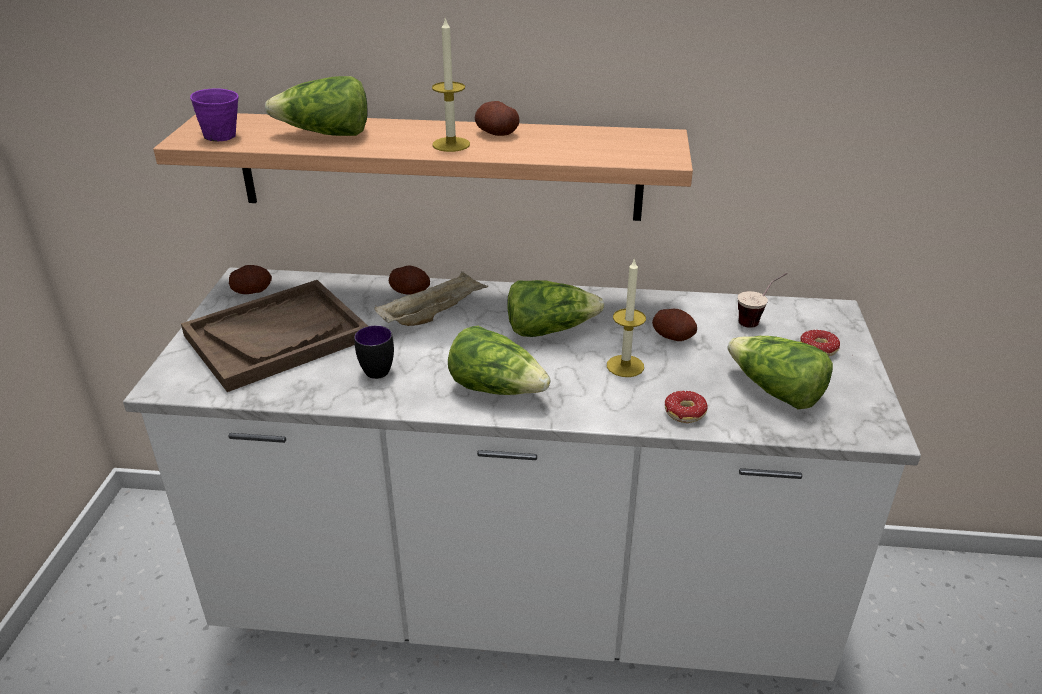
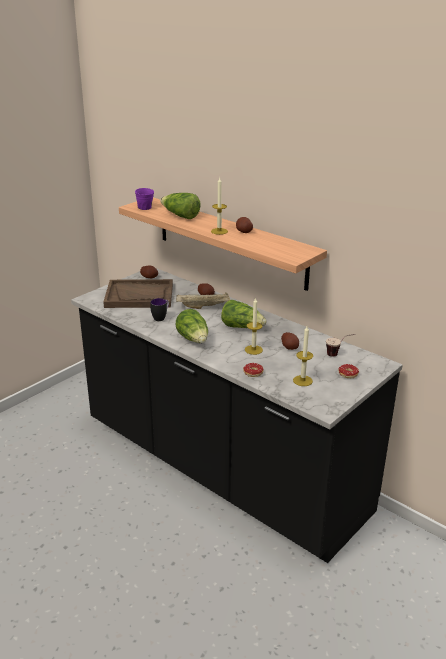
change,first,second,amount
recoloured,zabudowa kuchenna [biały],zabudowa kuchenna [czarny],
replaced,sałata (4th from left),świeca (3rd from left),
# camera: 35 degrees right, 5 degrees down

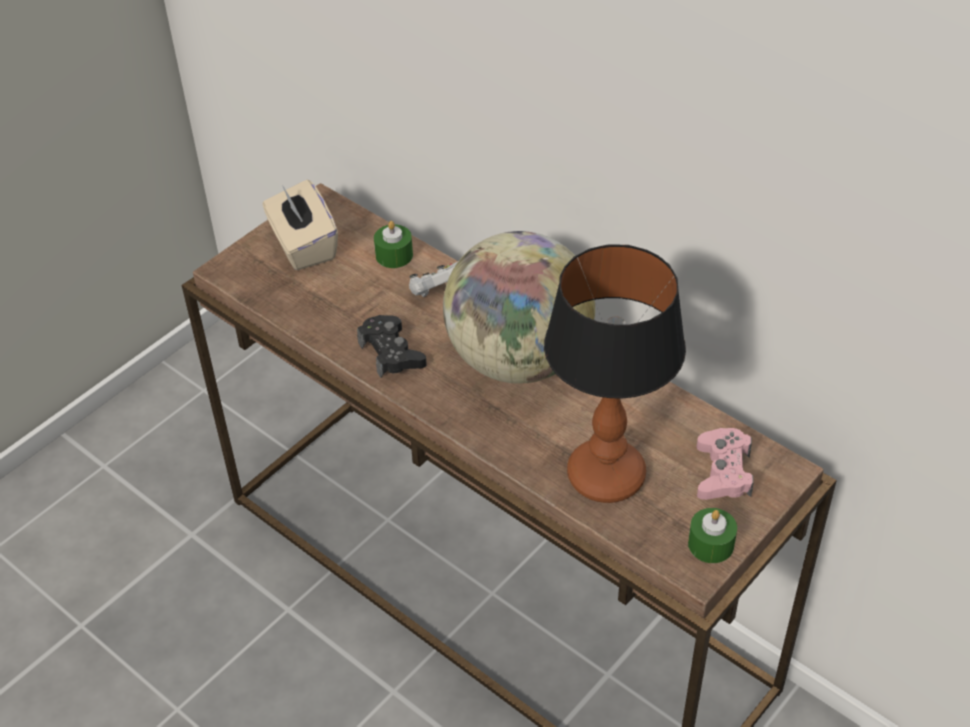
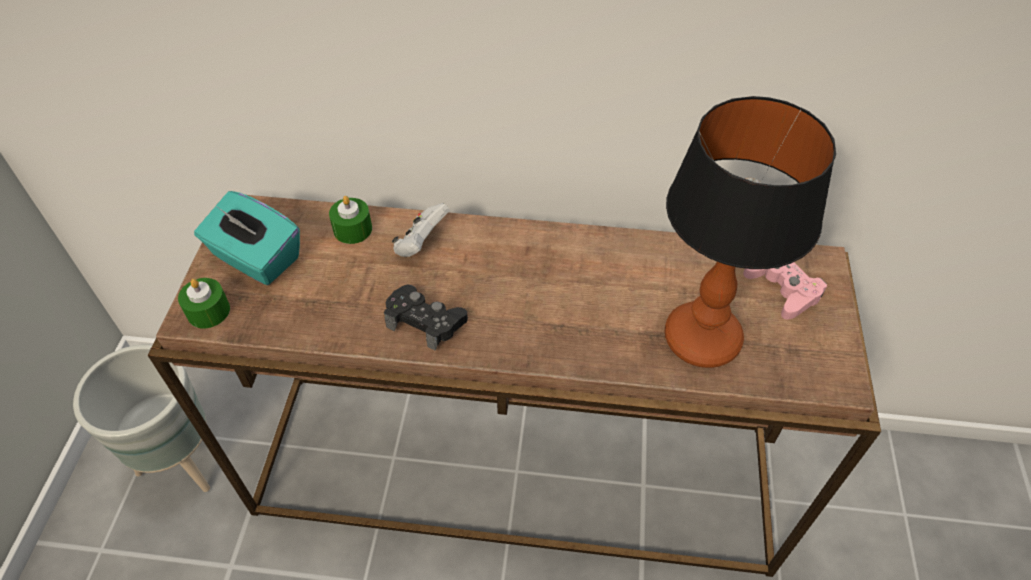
change,first,second,amount
added,,donica [szary],
moved,świeca [zielony] (2nd from left in the first image),świeca [zielony] (1st from left),
recoloured,pudełko chusteczek [beżowy],pudełko chusteczek [turkusowy],
removed,globus,,
# camera: 35 degrees left, 5 degrees up

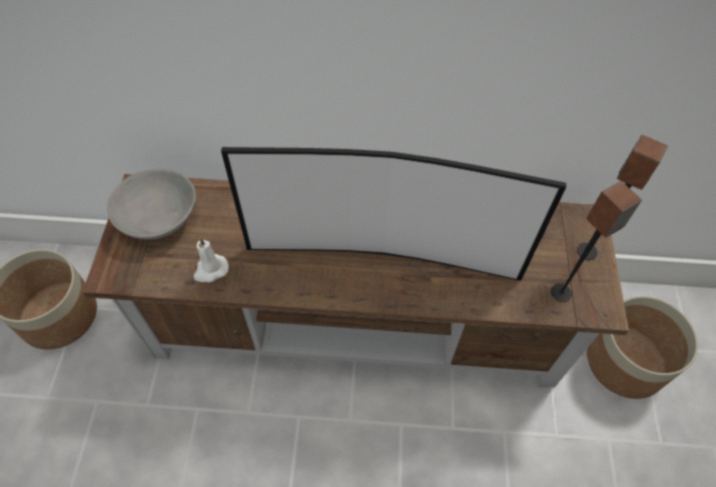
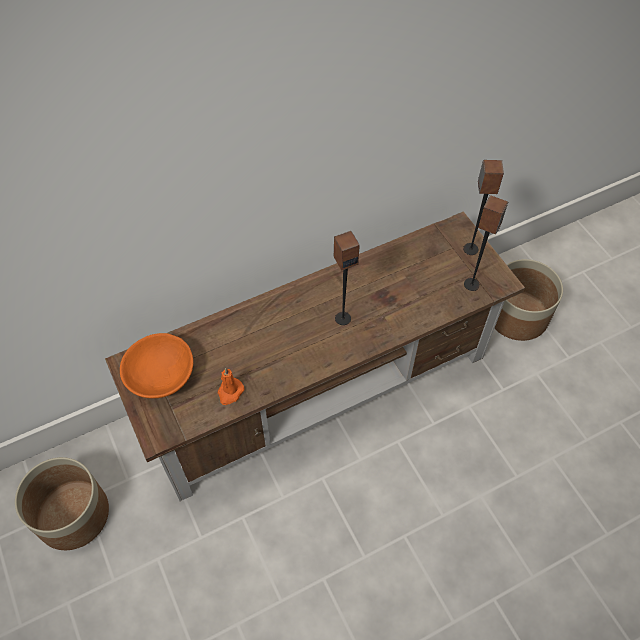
change,first,second,amount
recoloured,miska [szary],miska [pomarańczowy],
recoloured,świeca [biały],świeca [pomarańczowy],
replaced,telewizor,głośnik (1st from left),
# camera: 30 degrees left, 0 degrees up

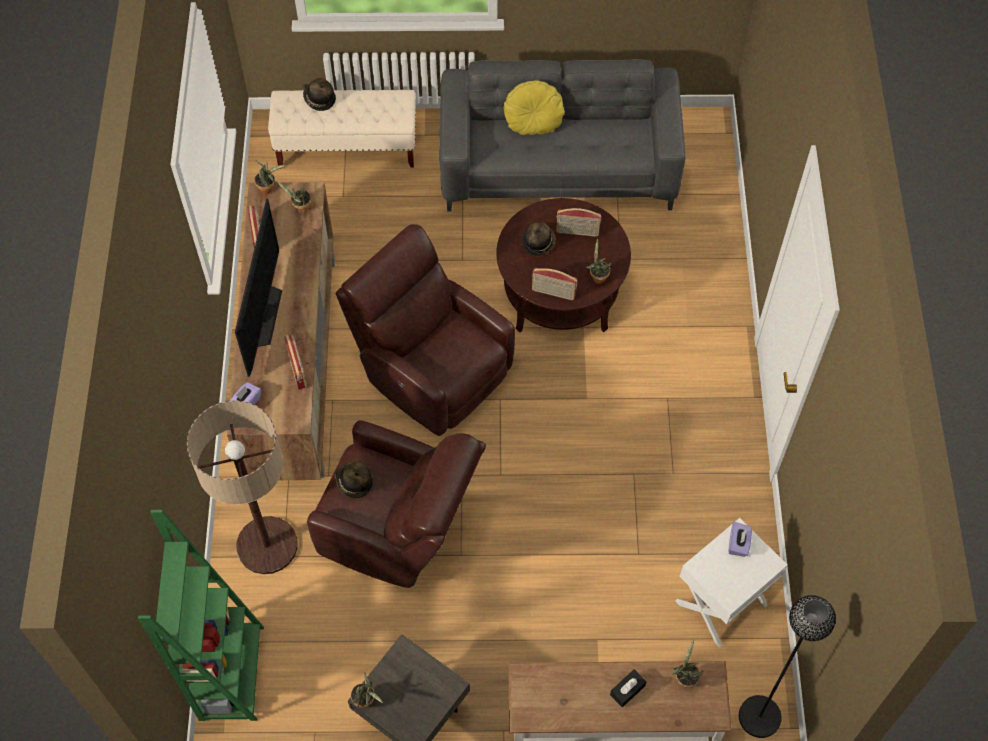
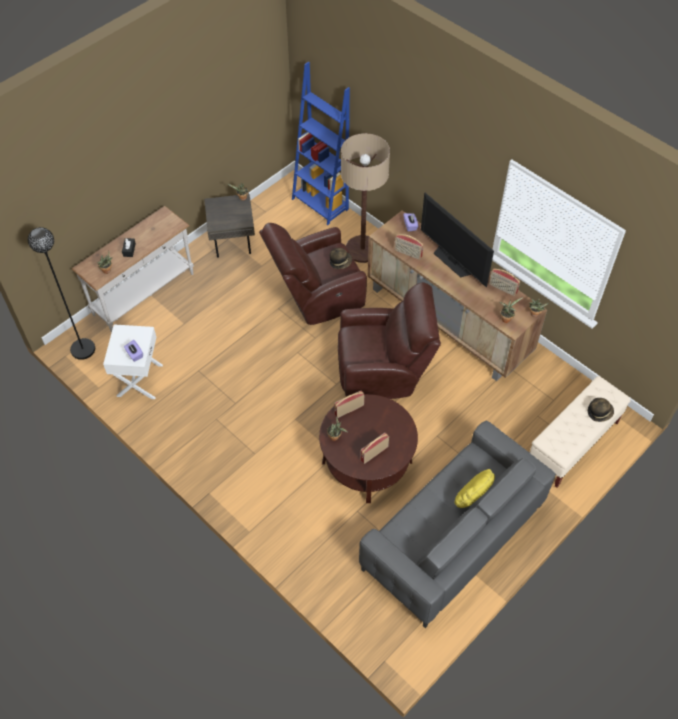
change,first,second,amount
recoloured,regał [zielony],regał [niebieski],
removed,kapelusz (3rd from left),,
# camera: 135 degrees right, 5 degrees down

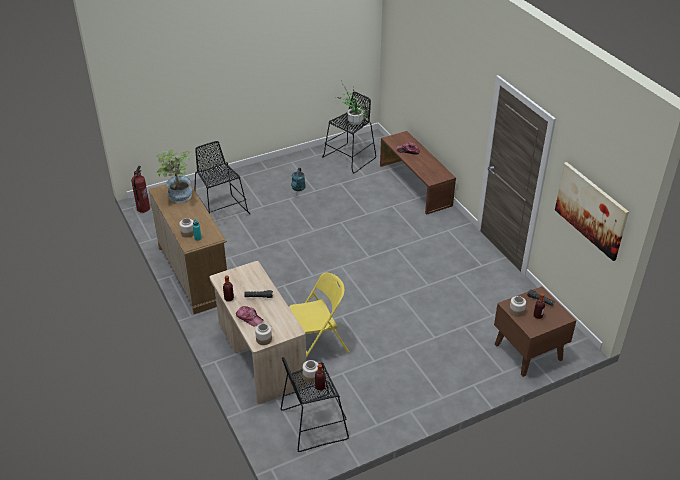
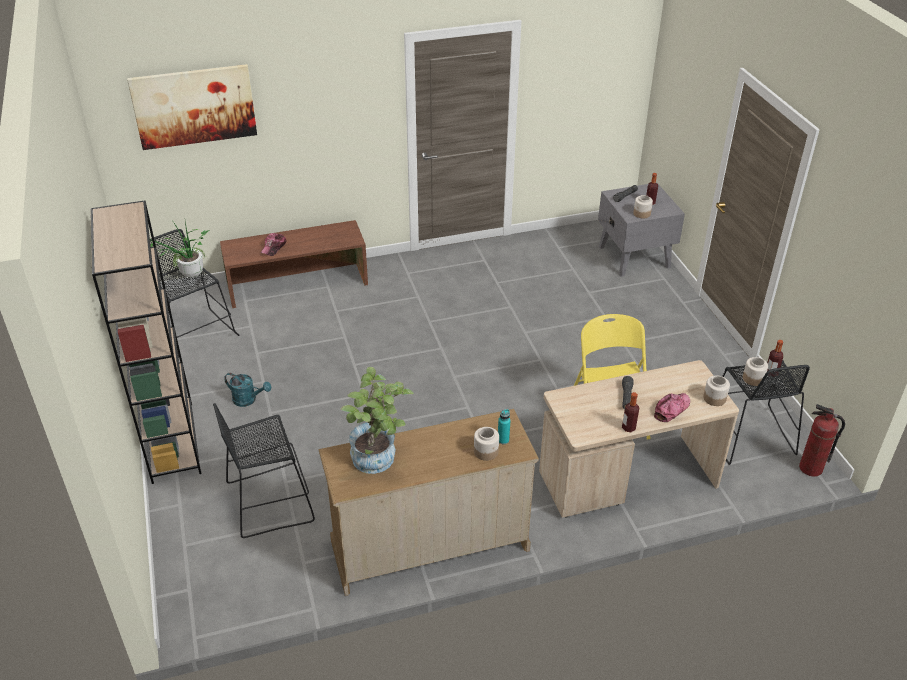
change,first,second,amount
added,,regał [beżowy],
moved,obraz,,
recoloured,szafka nocna [brązowy],szafka nocna [szary],
moved,gaśnica,,
# camera: 80 degrees left, 0 degrees up

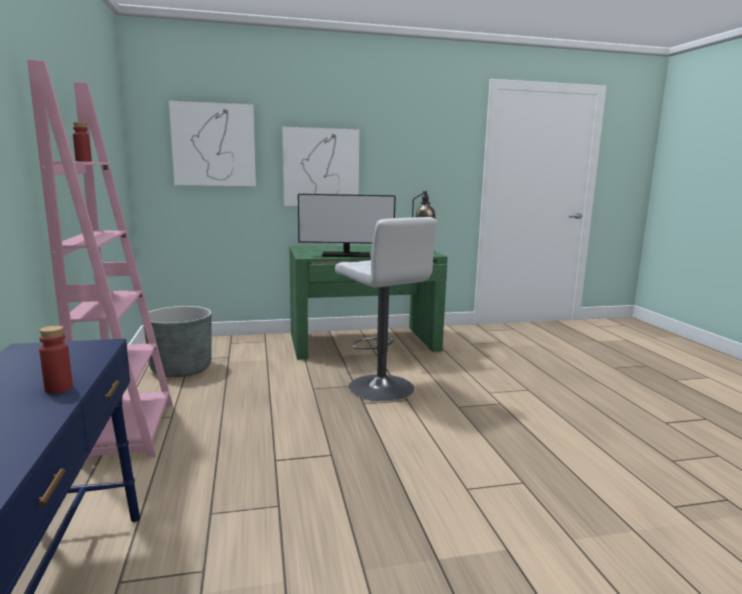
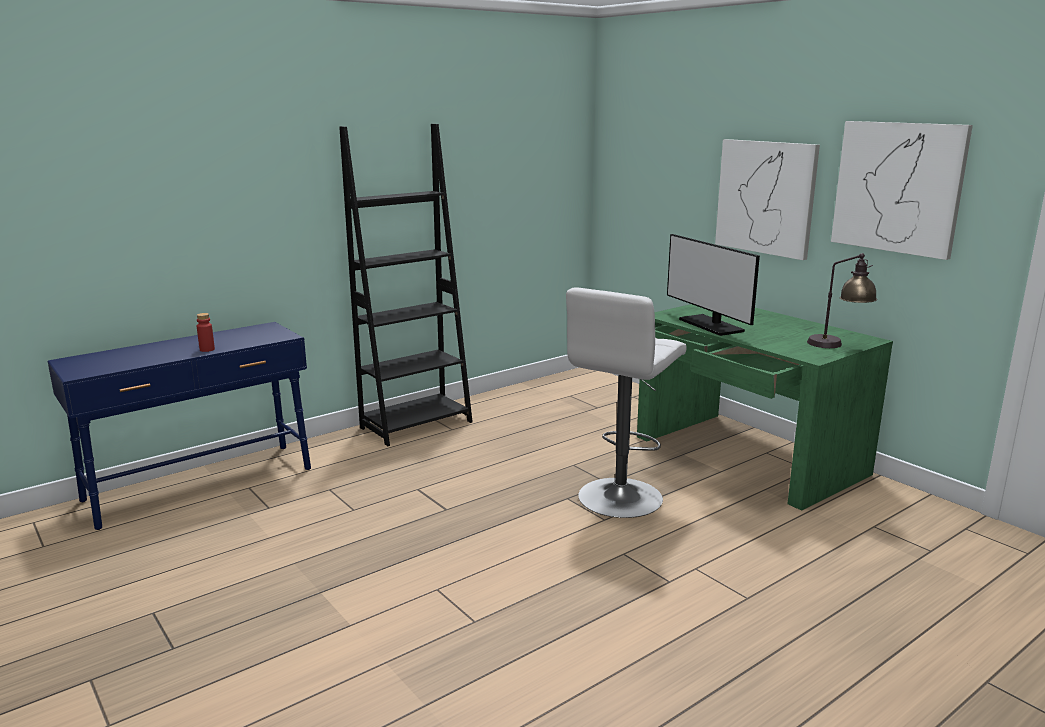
change,first,second,amount
recoloured,regał [różowy],regał [czarny],
moved,obraz (1st from left in the first image),obraz (2nd from left),
removed,butelka [czerwony] (2nd from left),,
removed,donica [szary],,
# camera: 65 degrees right, 5 degrees up

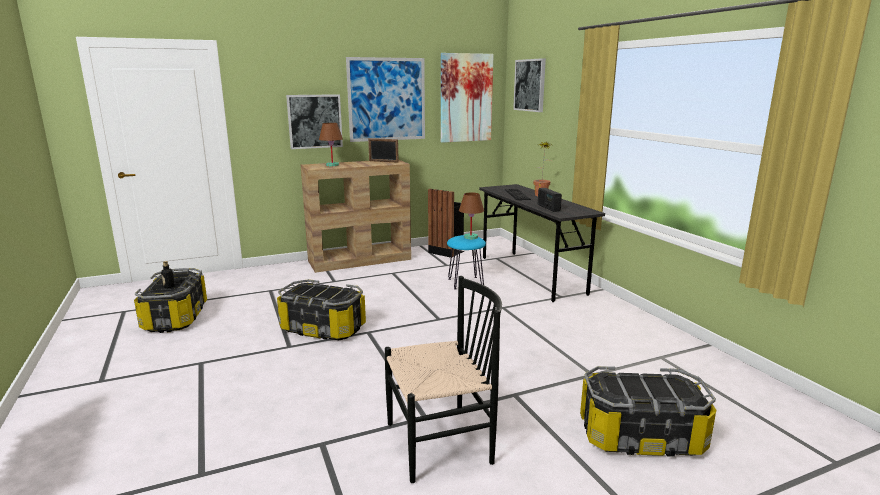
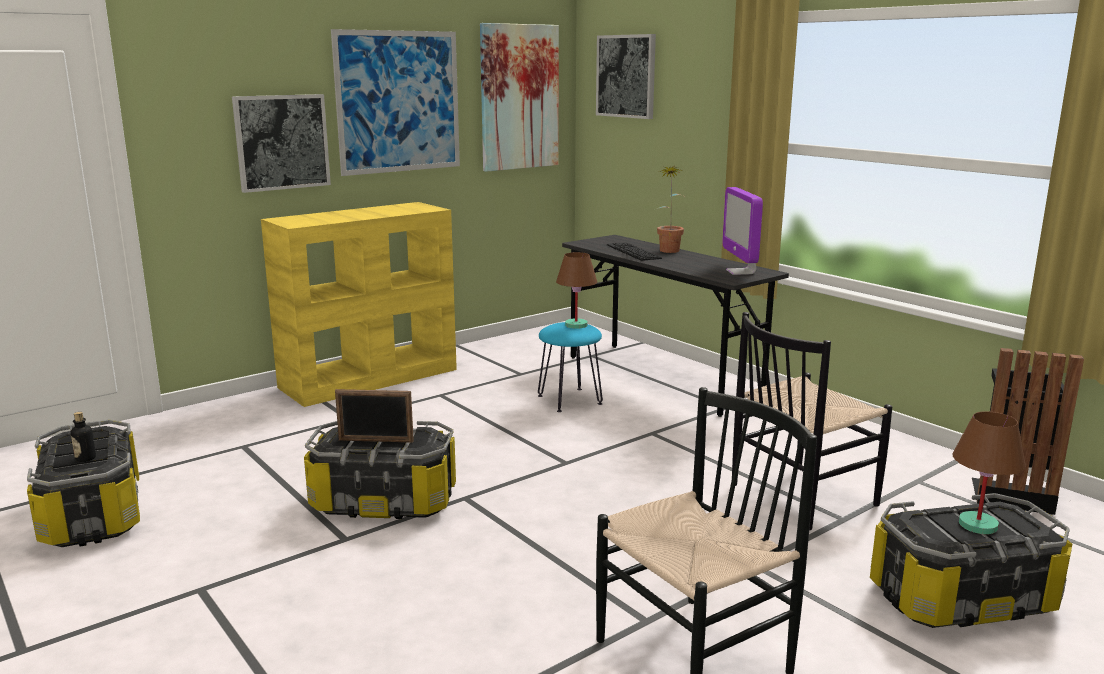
change,first,second,amount
recoloured,regał [brązowy],regał [żółty],
moved,ramka na zdjęcie,,
added,,monitor,
added,,krzesło [czarny] (2nd from left),
moved,lampa stołowa [brązowy] (1st from left in the first image),lampa stołowa [brązowy] (2nd from left),
moved,kosz na śmieci [czarny],,
removed,radio,,
# camera: 15 degrees left, 0 degrees up

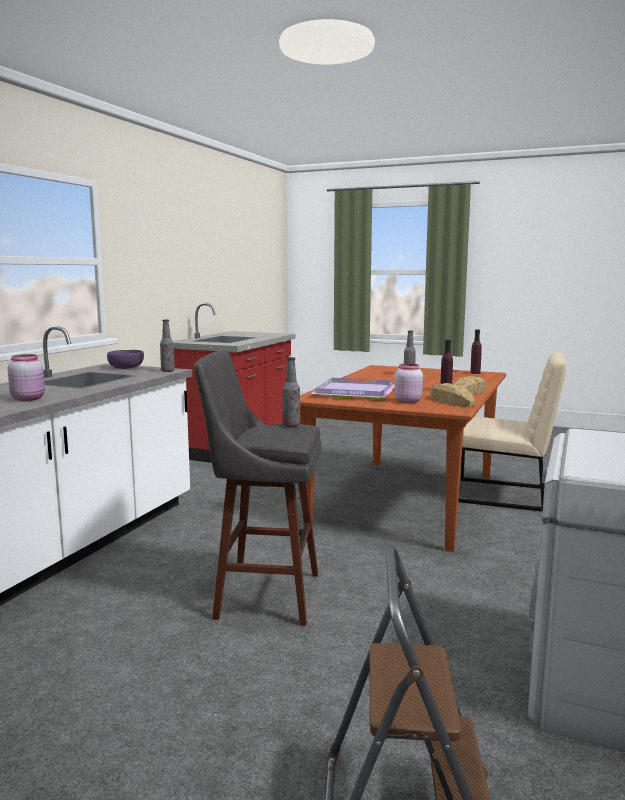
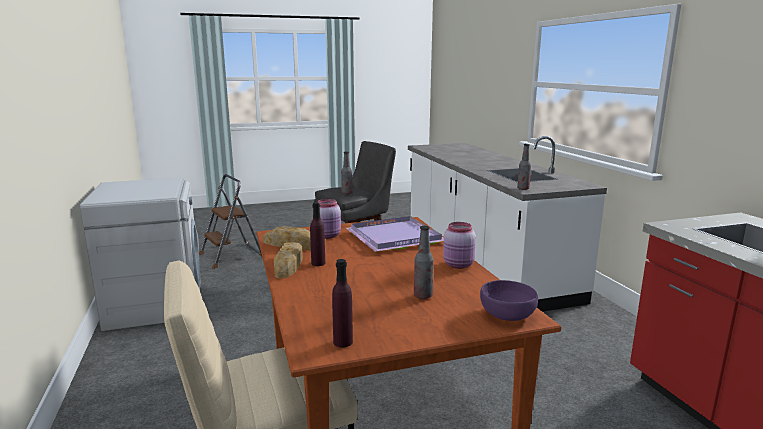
change,first,second,amount
moved,słoik [różowy] (1st from left in the first image),słoik [różowy] (2nd from left),
moved,miska [fioletowy],,
# camera: 140 degrees right, 5 degrees up

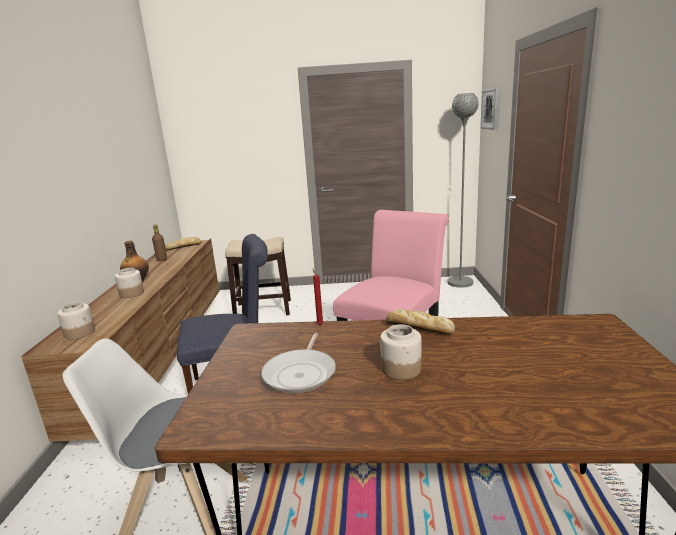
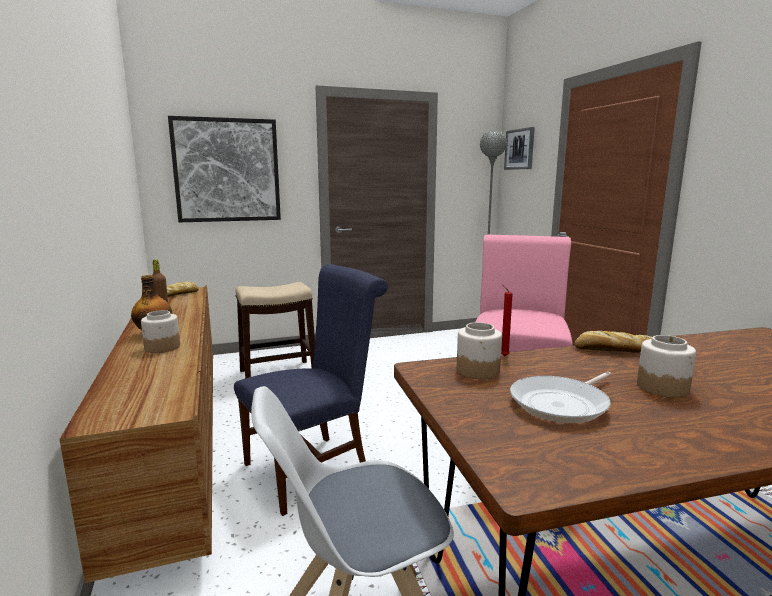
change,first,second,amount
added,,obraz (1st from left),
moved,słoik (1st from left in the first image),słoik (2nd from left),
turned,patelnia,,60 degrees clockwise
# camera: 20 degrees left, 5 degrees down

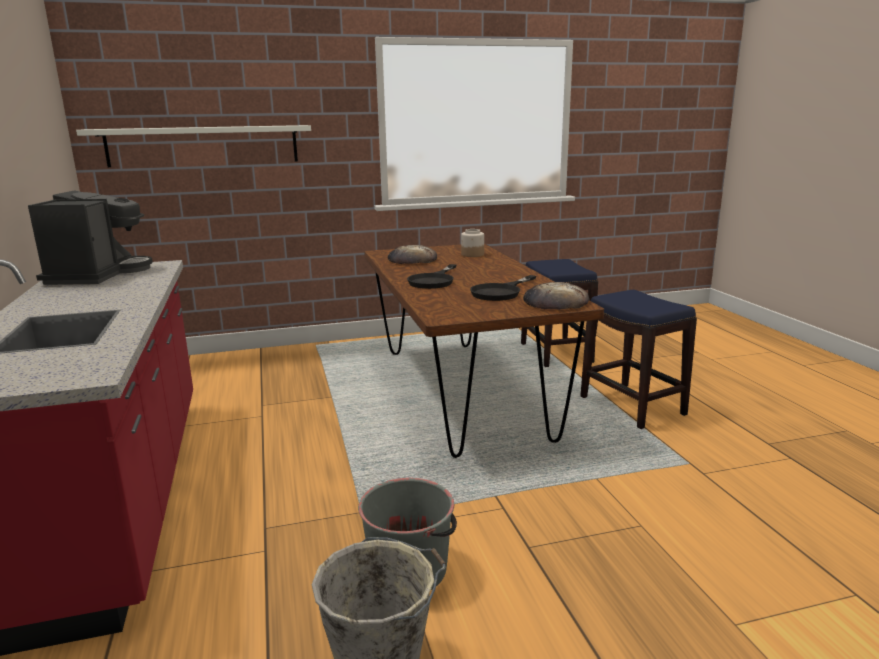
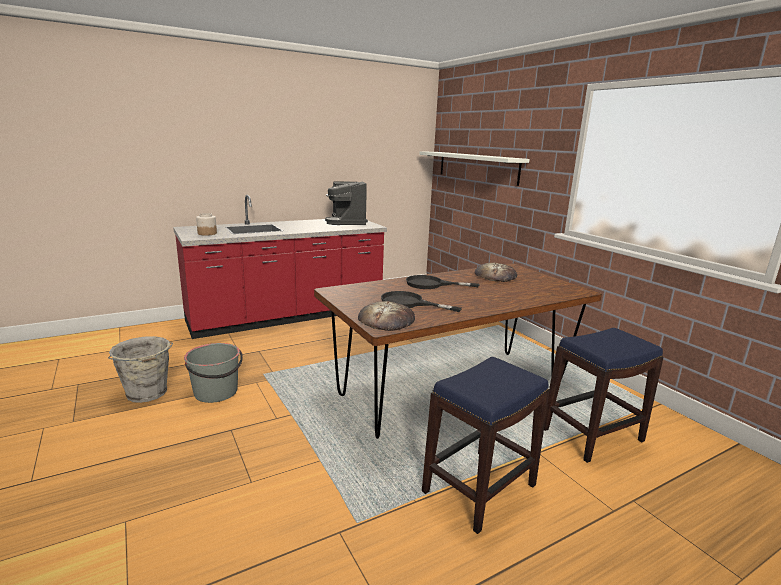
change,first,second,amount
moved,słoik,,
turned,ekspres do kawy,,90 degrees clockwise
# camera: 75 degrees right, 0 degrees up

